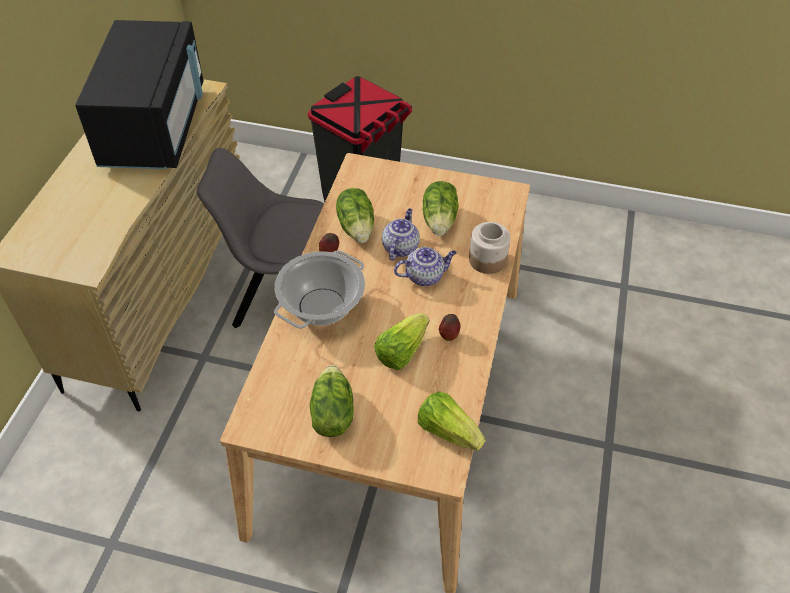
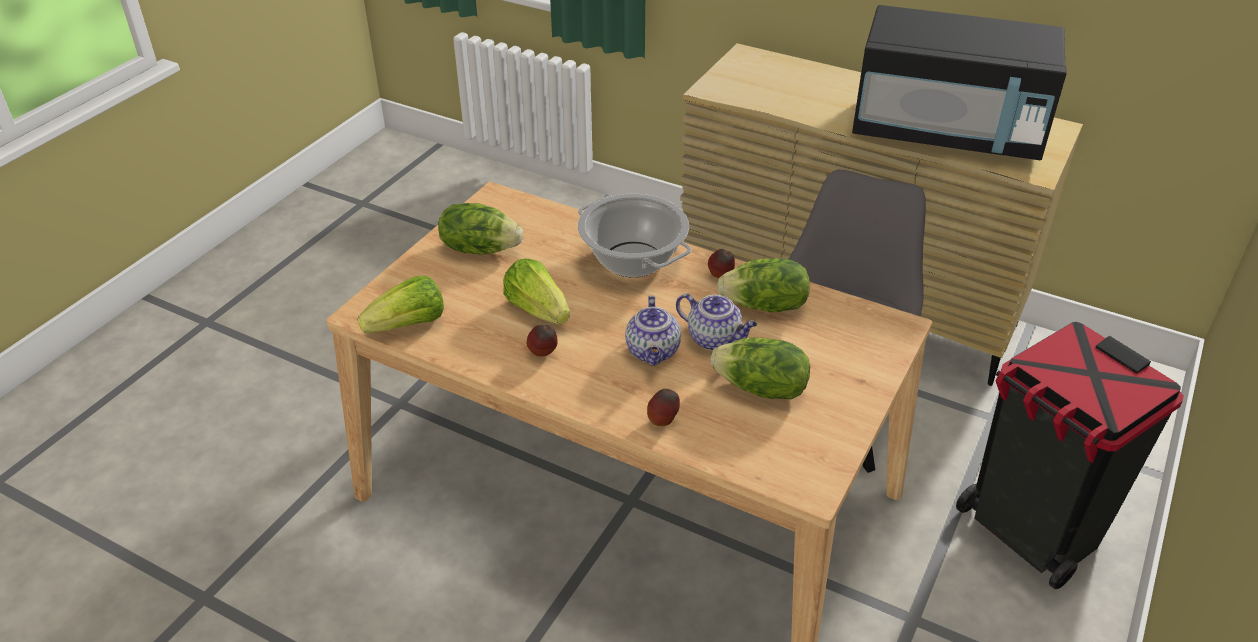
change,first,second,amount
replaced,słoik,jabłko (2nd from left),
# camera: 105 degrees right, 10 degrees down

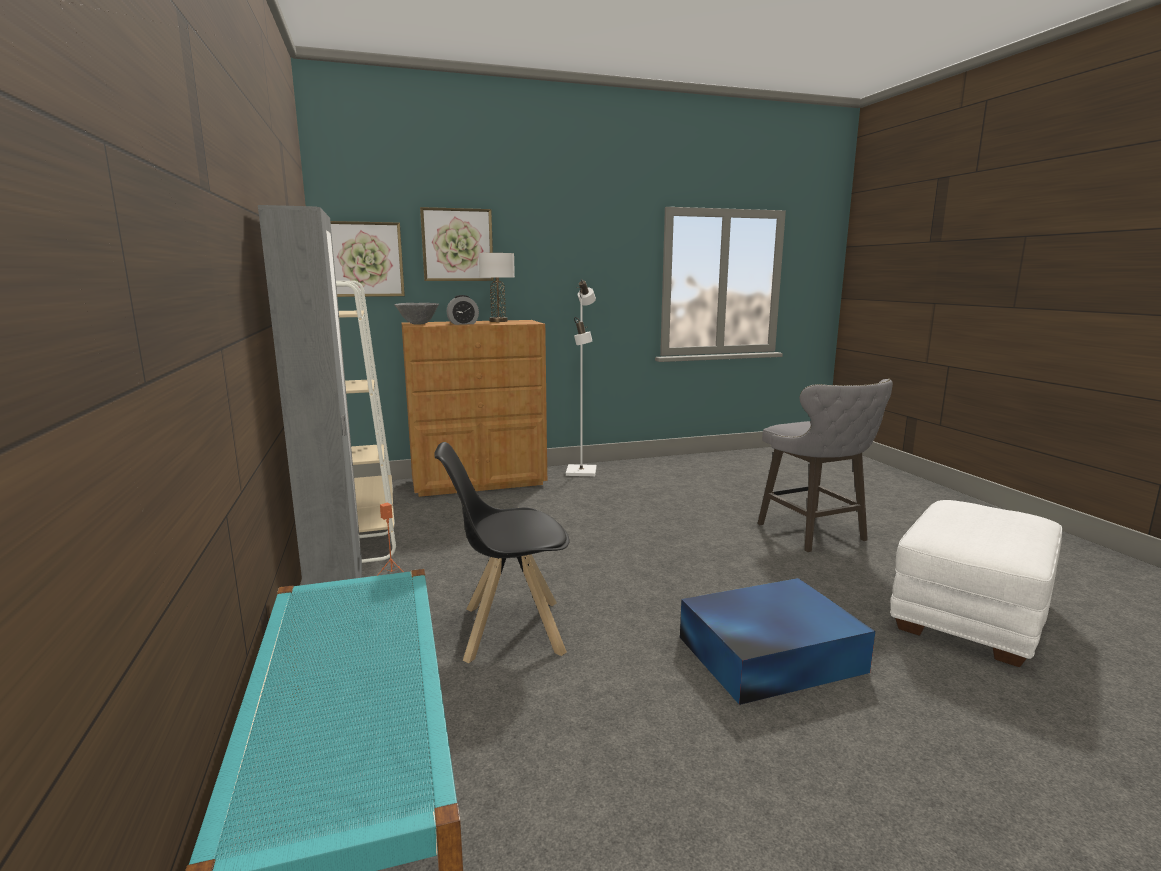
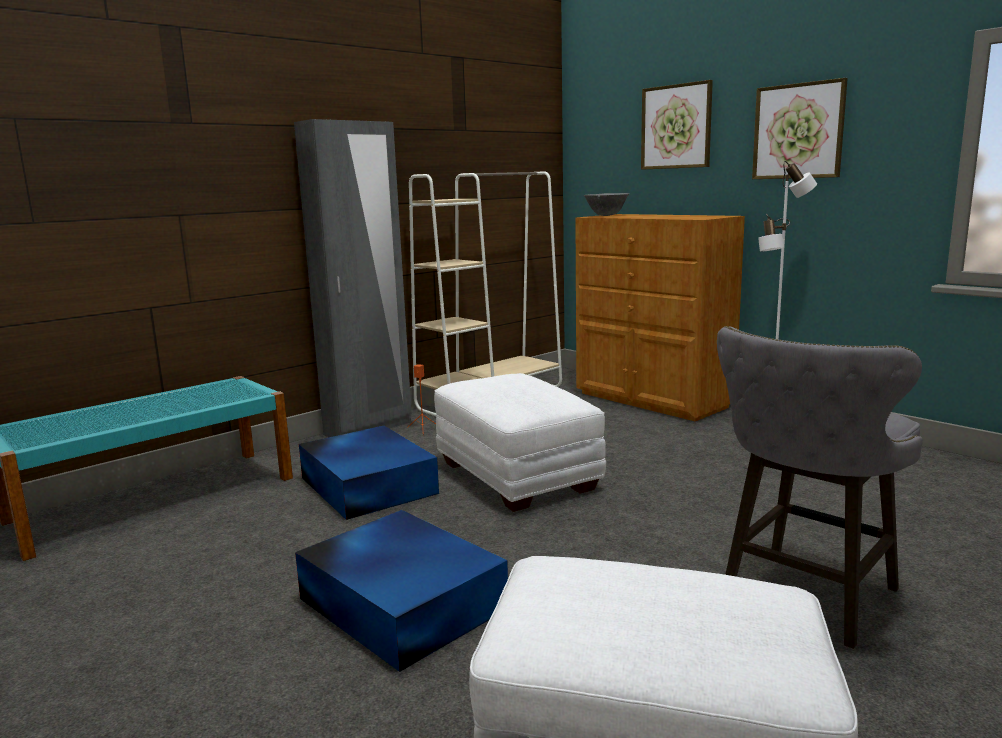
change,first,second,amount
replaced,krzesło [czarny],pojemnik do przechowywania [niebieski] (1st from left),
added,,pufa [biały] (1st from left),
moved,obraz (1st from left in the first image),obraz (2nd from left),
removed,budzik,,
removed,lampa stołowa,,
# camera: 65 degrees right, 0 degrees up

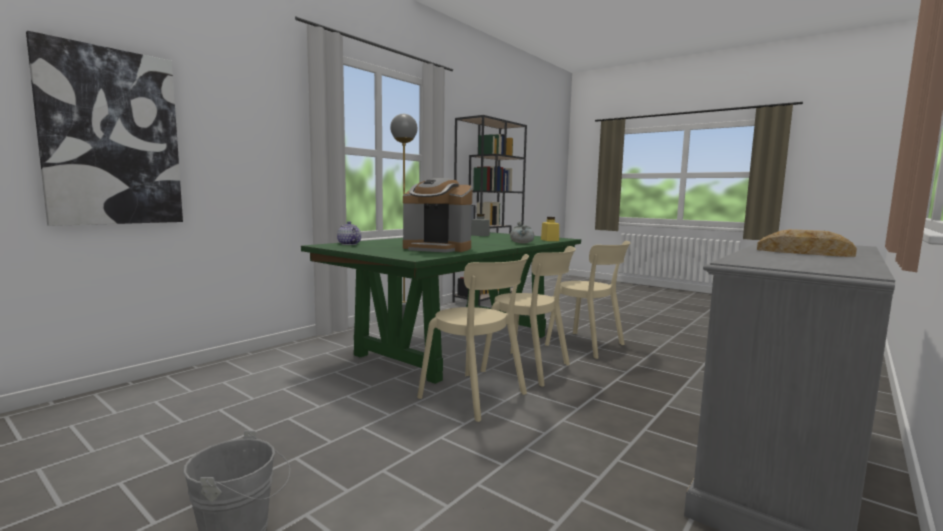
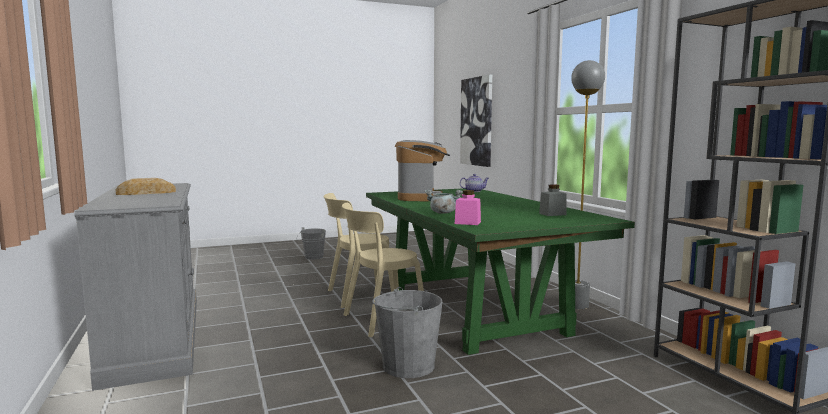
change,first,second,amount
replaced,krzesło [beżowy] (3rd from left),wiadro [szary] (2nd from left),
turned,ekspres do kawy,,135 degrees clockwise
recoloured,słoik [żółty],słoik [różowy],
# camera: 120 degrees right, 0 degrees up

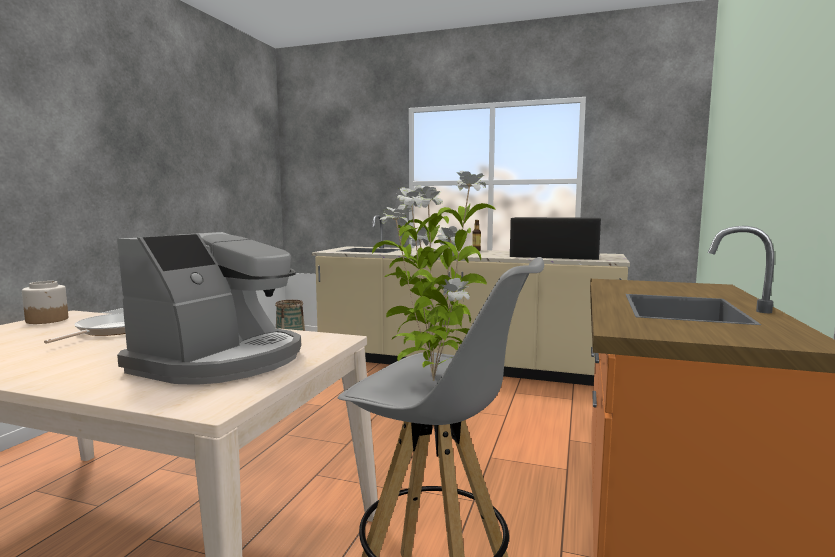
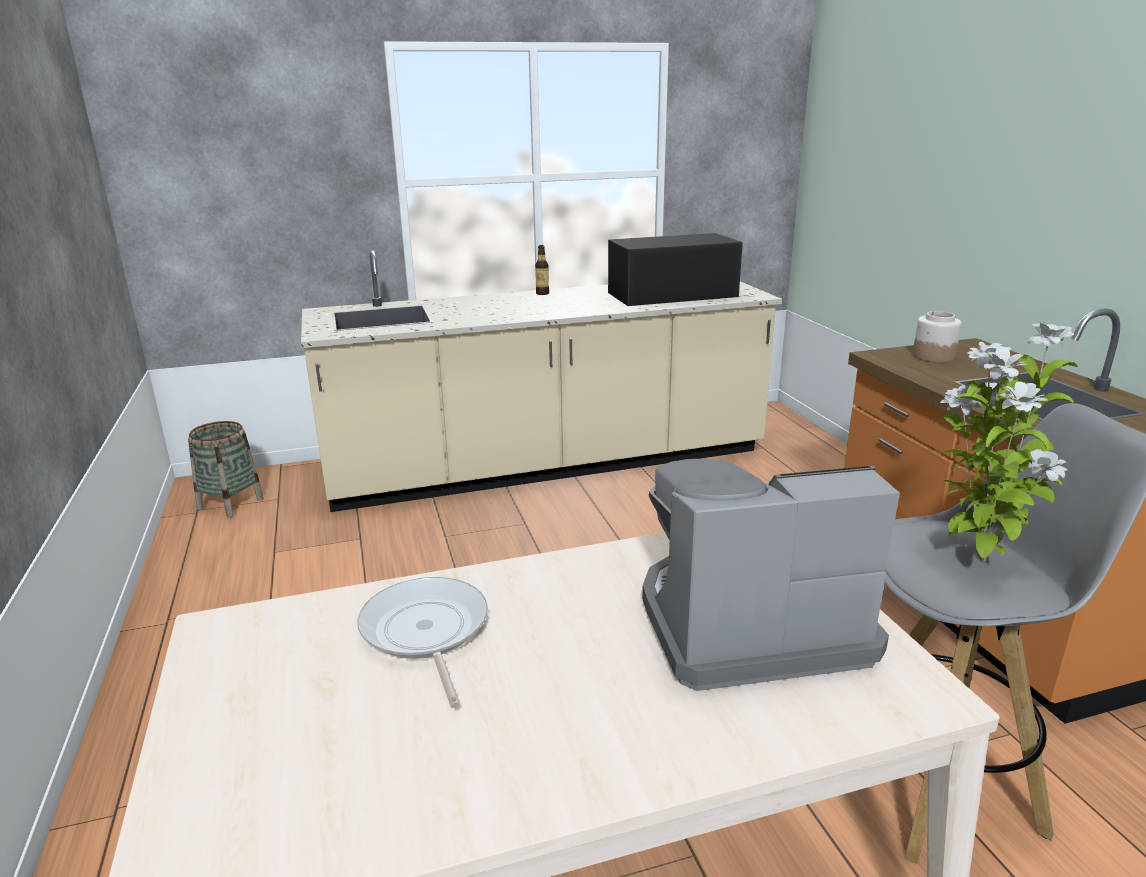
change,first,second,amount
turned,ekspres do kawy,,90 degrees counterclockwise
moved,słoik,,
# camera: 35 degrees left, 15 degrees up

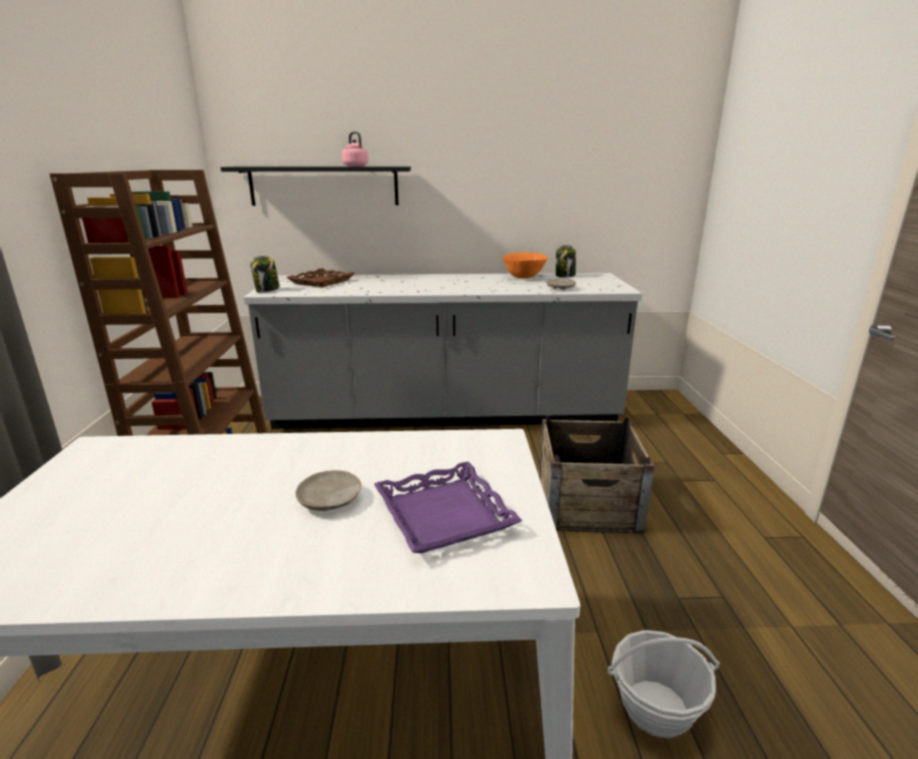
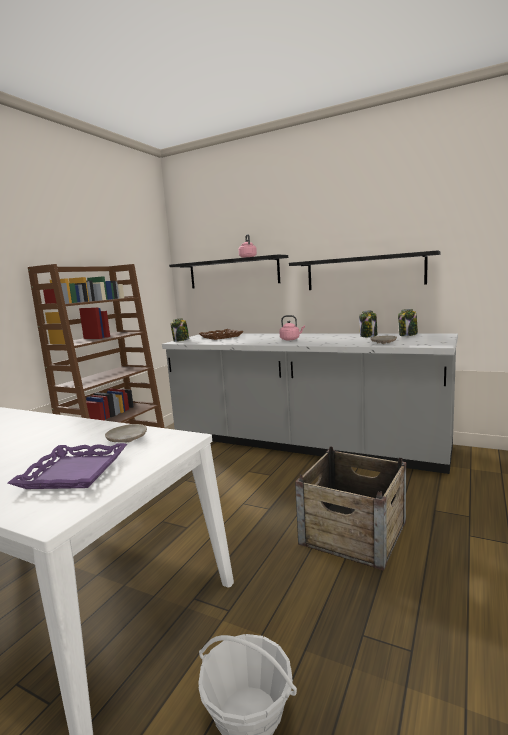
change,first,second,amount
moved,talerz [beżowy] (1st from left),,
added,,czajnik [różowy] (2nd from left),
added,,półka [czarny] (2nd from left),
replaced,miska [pomarańczowy],słoik (2nd from left),
# camera: 30 degrees right, 10 degrees down

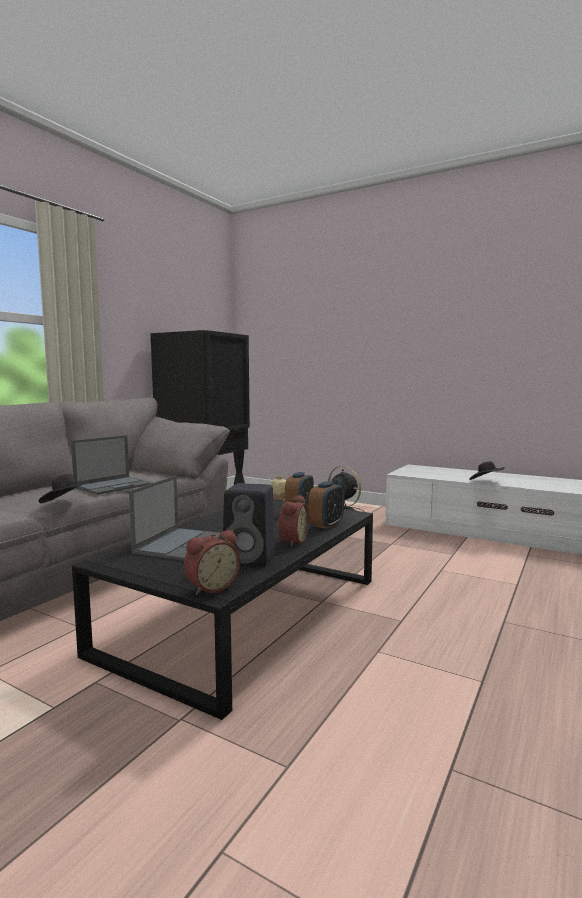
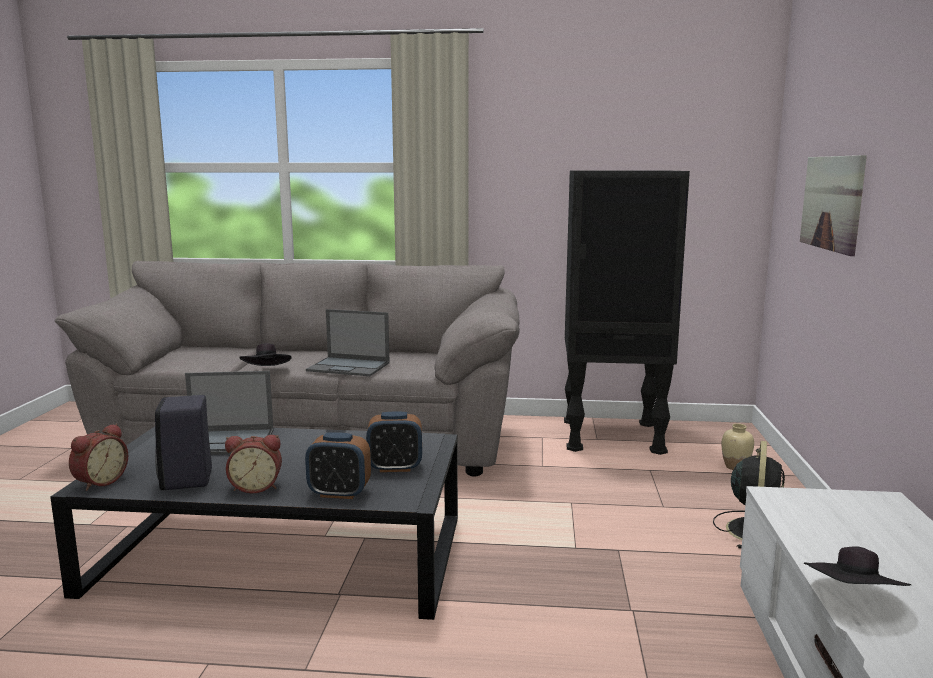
change,first,second,amount
turned,budzik (1st from left),,90 degrees counterclockwise
added,,obraz,
# camera: 65 degrees right, 5 degrees up

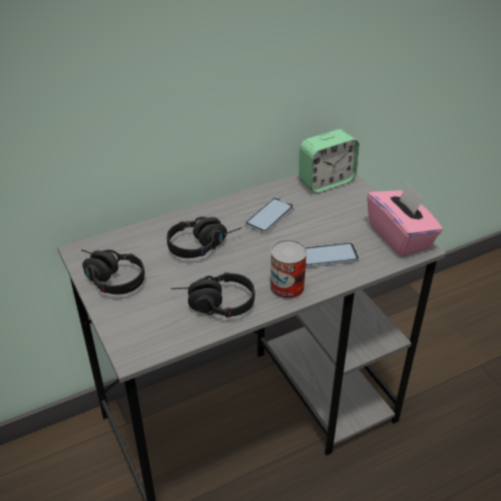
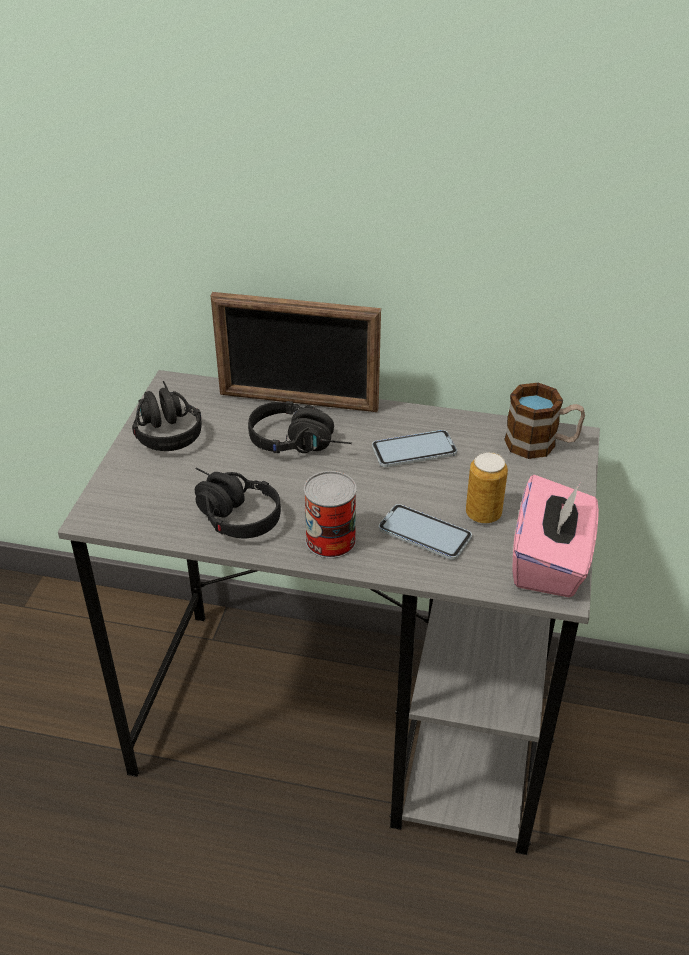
change,first,second,amount
added,,ramka na zdjęcie,
added,,puszka (2nd from left),
replaced,budzik,kubek,
# camera: 40 degrees right, 0 degrees up

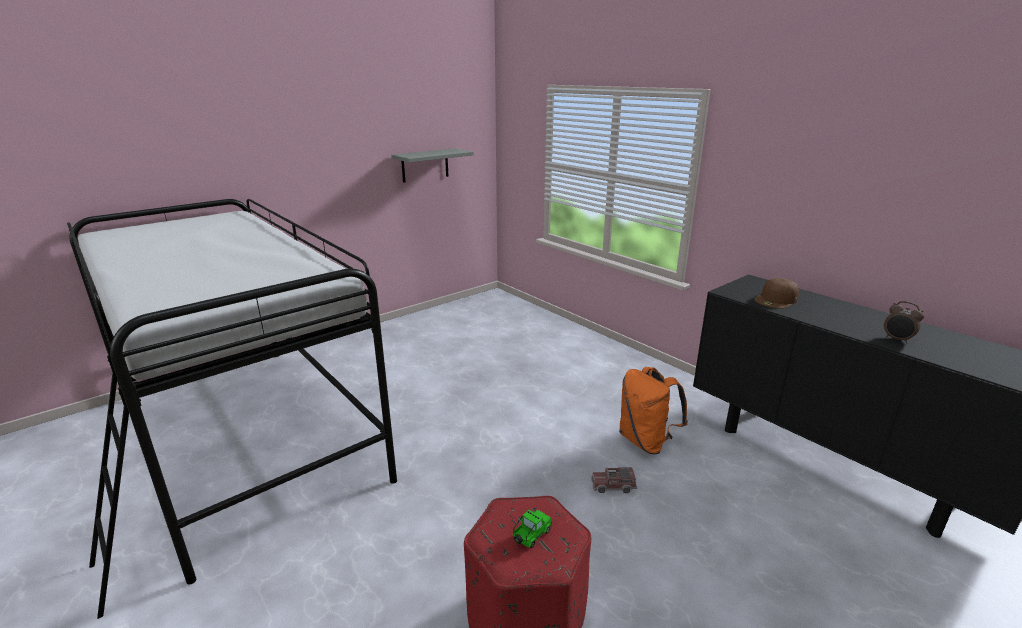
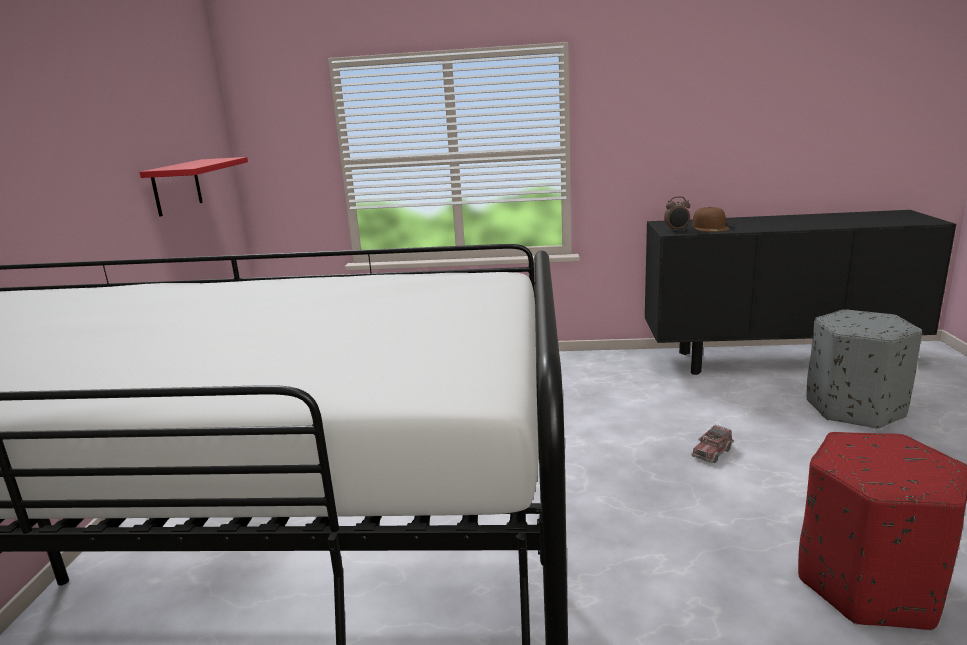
change,first,second,amount
recoloured,półka [szary],półka [czerwony],
moved,budzik,,
added,,pufa [szary],
removed,samochodzik,,
removed,plecak [pomarańczowy],,
# camera: 45 degrees left, 5 degrees down

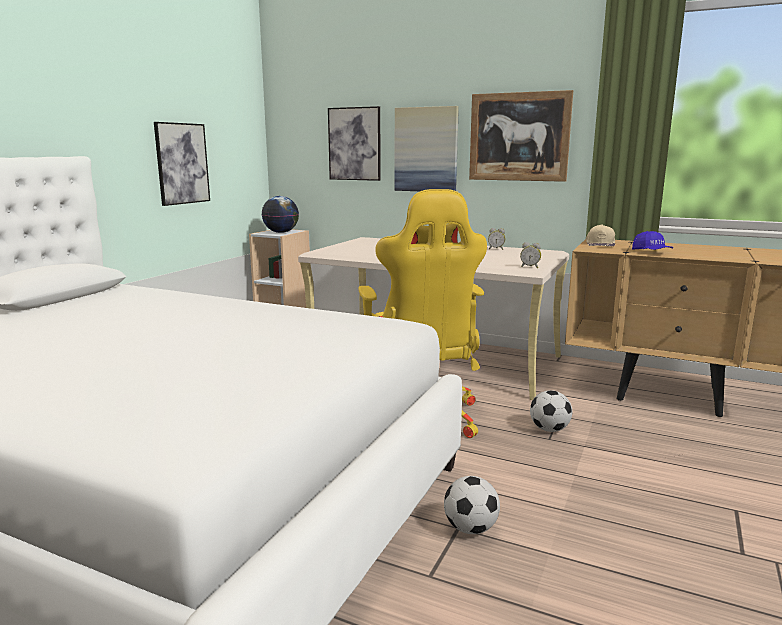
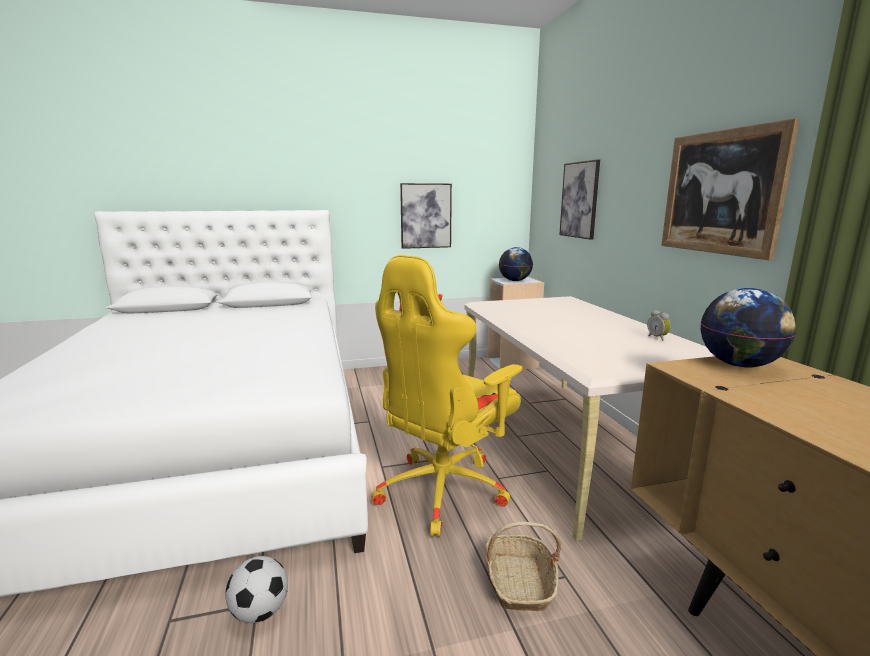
change,first,second,amount
replaced,piłka futbolowa (2nd from left),koszyk,
replaced,czapka z daszkiem [beżowy],globus (2nd from left),
removed,obraz (3rd from left),,
removed,budzik (2nd from left),,
removed,czapka z daszkiem [niebieski],,
# camera: 50 degrees right, 0 degrees up

